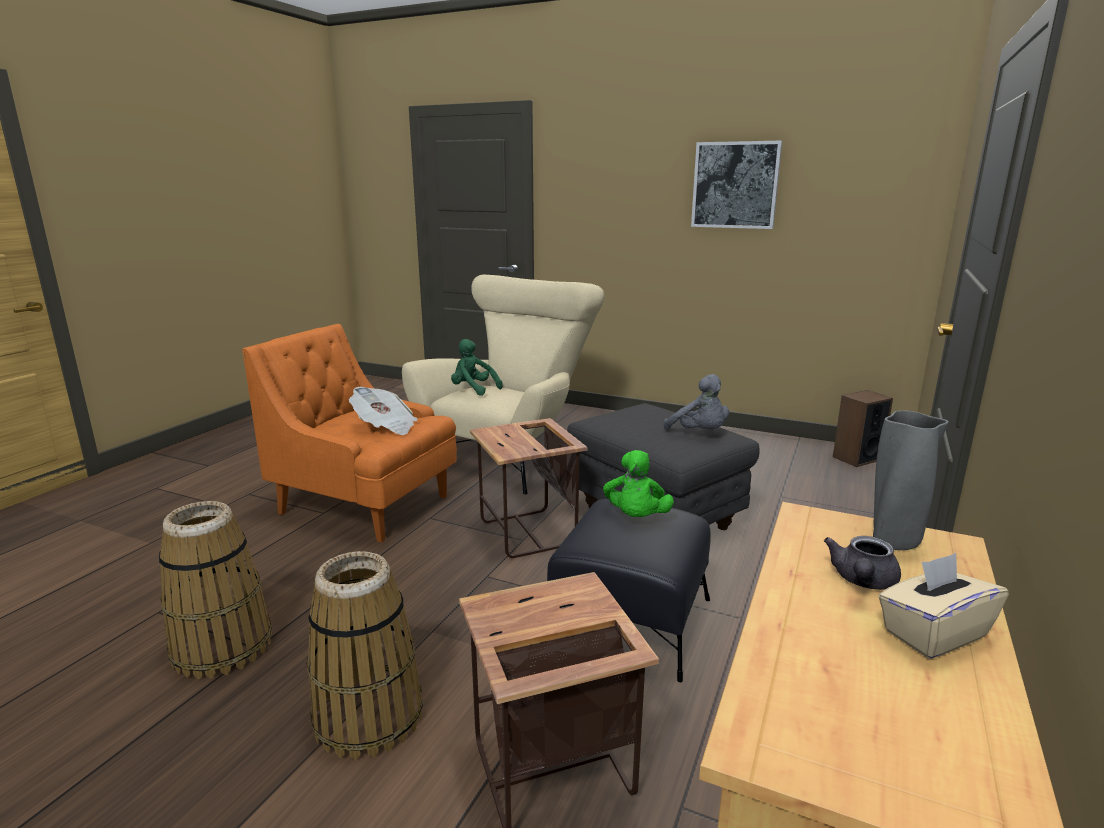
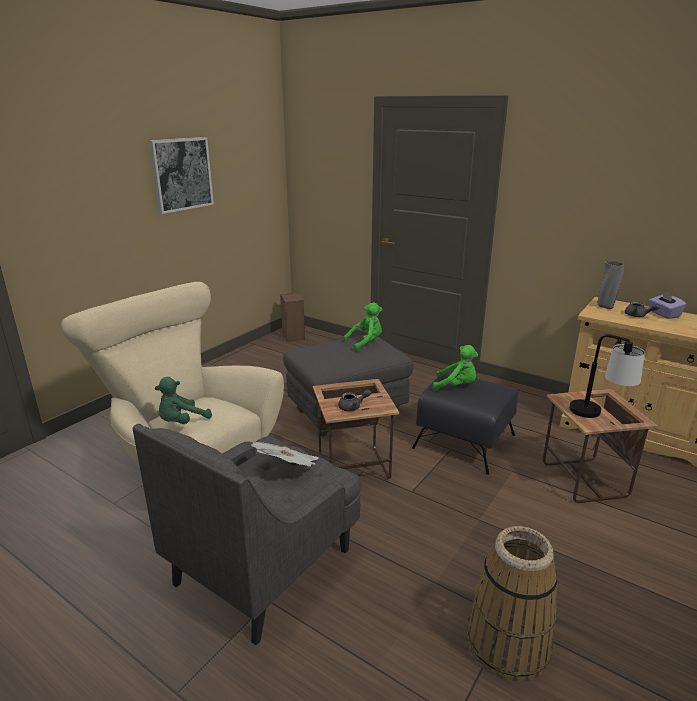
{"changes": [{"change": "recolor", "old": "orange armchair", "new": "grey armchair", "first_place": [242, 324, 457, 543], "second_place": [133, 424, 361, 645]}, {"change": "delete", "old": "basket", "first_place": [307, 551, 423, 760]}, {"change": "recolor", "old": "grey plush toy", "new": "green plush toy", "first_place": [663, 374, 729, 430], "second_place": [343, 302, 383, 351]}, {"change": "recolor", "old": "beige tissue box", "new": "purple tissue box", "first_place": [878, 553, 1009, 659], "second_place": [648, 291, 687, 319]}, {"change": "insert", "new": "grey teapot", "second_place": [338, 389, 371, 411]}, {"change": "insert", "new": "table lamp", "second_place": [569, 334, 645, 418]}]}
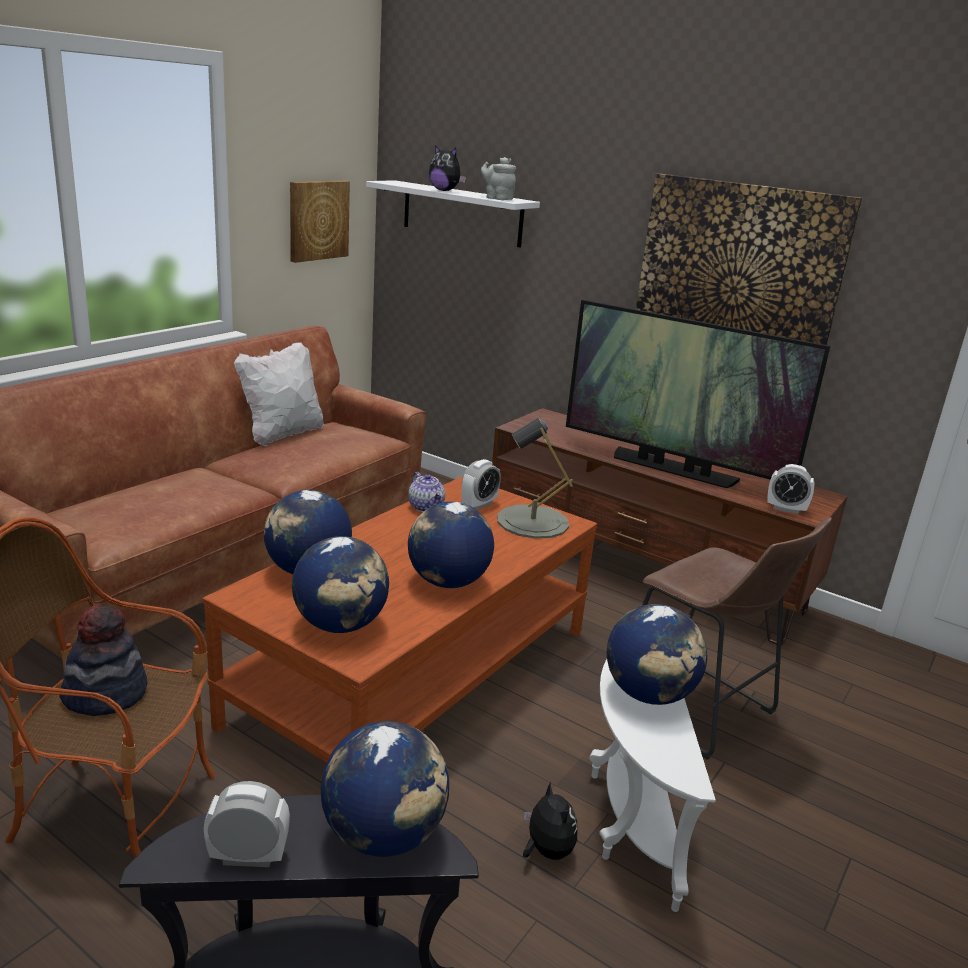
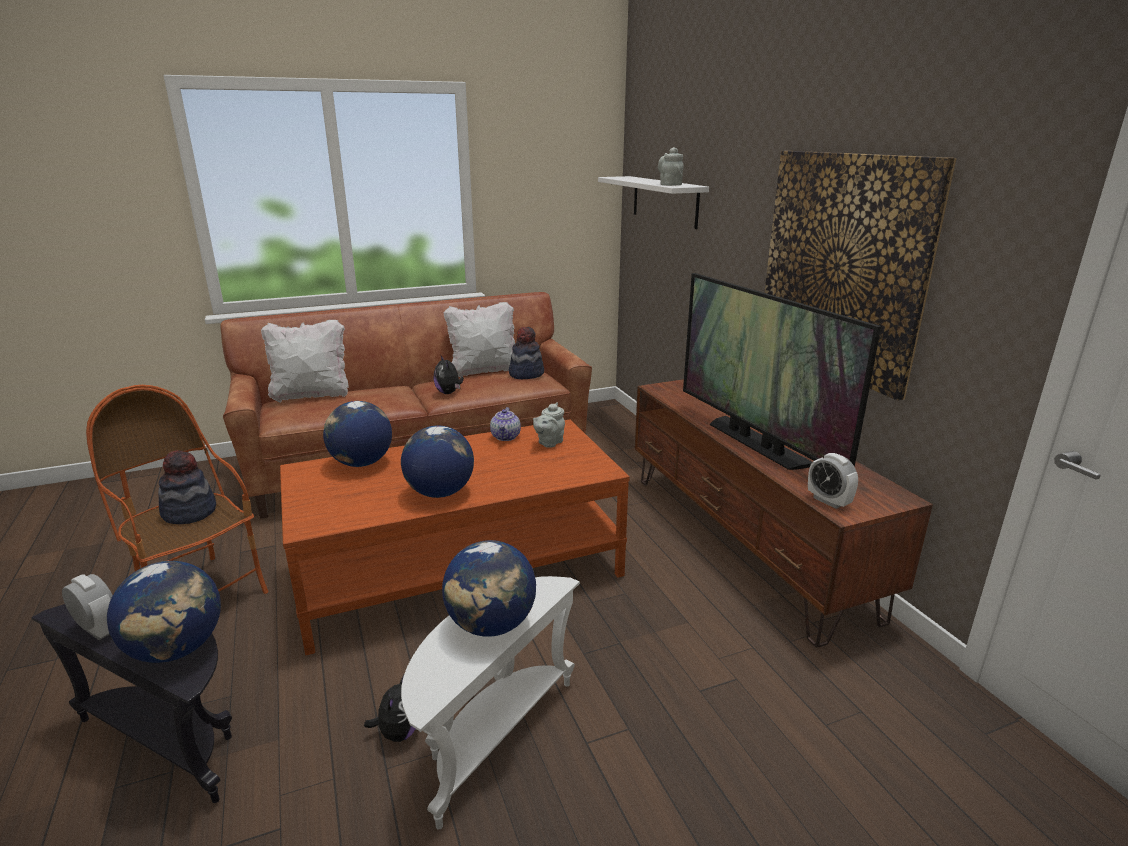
{"changes": [{"change": "delete", "old": "picture", "first_place": [290, 181, 350, 263]}, {"change": "delete", "old": "globe", "first_place": [292, 536, 389, 633]}, {"change": "move", "old": "plush toy", "first_place": [429, 145, 466, 191], "second_place": [433, 356, 464, 394]}, {"change": "replace", "old": "alarm clock", "new": "grey teapot", "first_place": [462, 459, 501, 510], "second_place": [533, 402, 565, 448]}, {"change": "delete", "old": "grey table lamp", "first_place": [497, 418, 573, 539]}, {"change": "delete", "old": "brown stool", "first_place": [642, 517, 832, 760]}, {"change": "insert", "new": "white pillow", "second_place": [261, 320, 349, 403]}, {"change": "insert", "new": "hat", "second_place": [509, 327, 544, 379]}]}
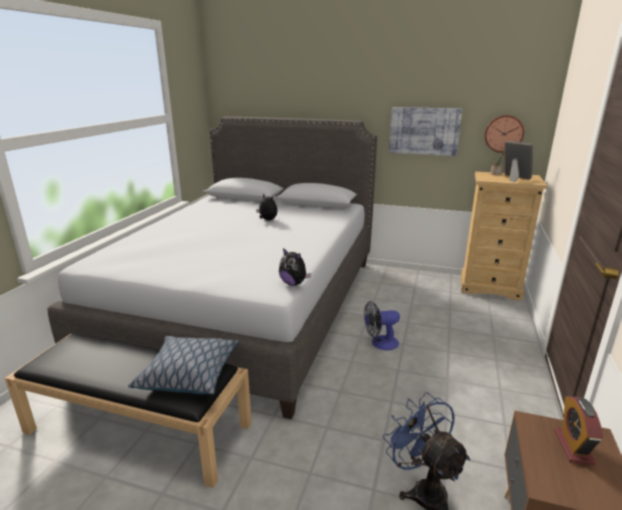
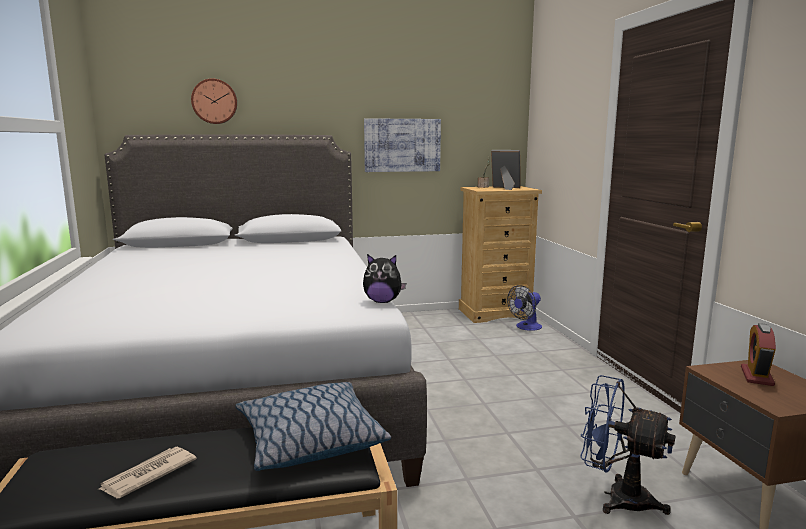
{"changes": [{"change": "delete", "old": "plush toy", "first_place": [256, 193, 277, 220]}, {"change": "move", "old": "fan", "first_place": [364, 301, 400, 350], "second_place": [507, 285, 542, 331]}, {"change": "move", "old": "wall clock", "first_place": [485, 115, 524, 153], "second_place": [191, 78, 237, 124]}, {"change": "rotate", "old": "alarm clock", "first_place": [554, 396, 603, 465], "second_place": [741, 323, 776, 386], "degrees": 45}, {"change": "insert", "new": "newspaper", "second_place": [99, 447, 197, 498]}]}
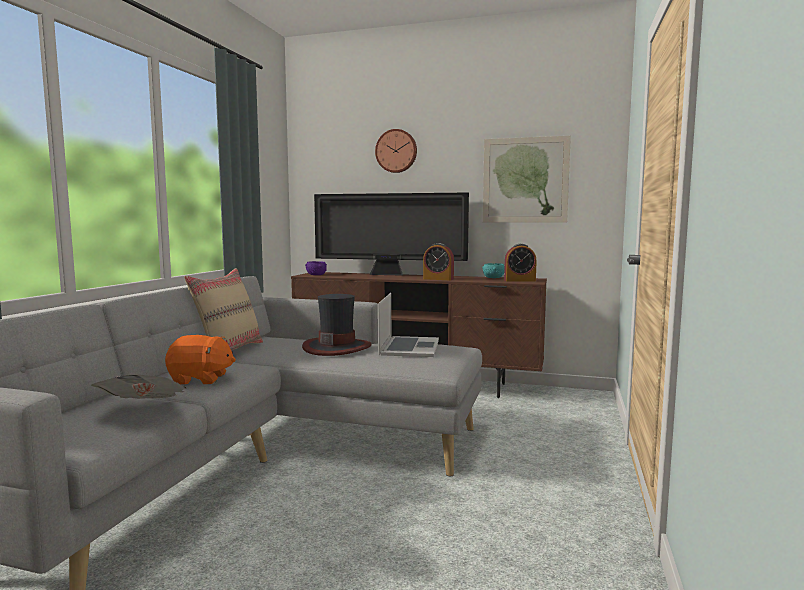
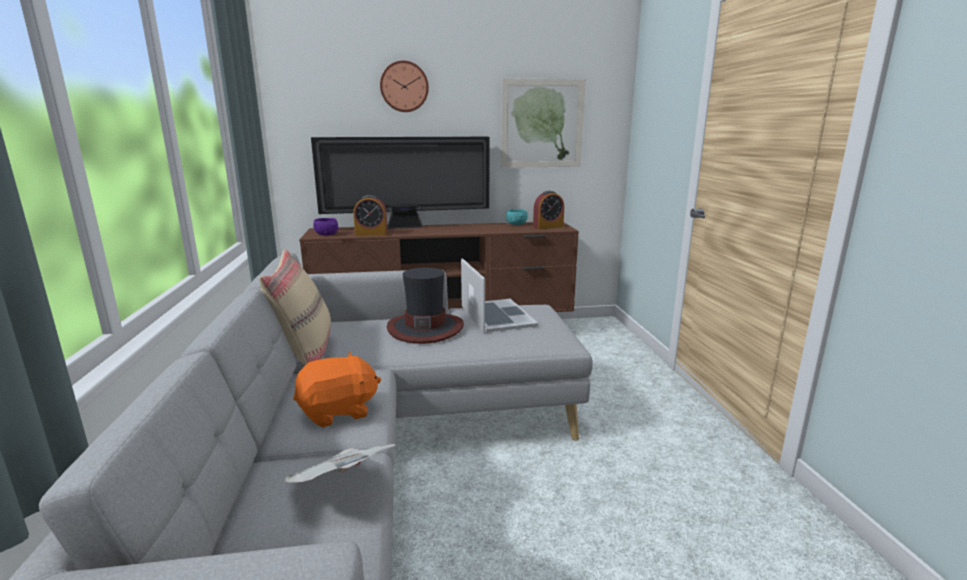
{"changes": [{"change": "move", "old": "alarm clock", "first_place": [423, 243, 454, 280], "second_place": [353, 195, 388, 236]}]}
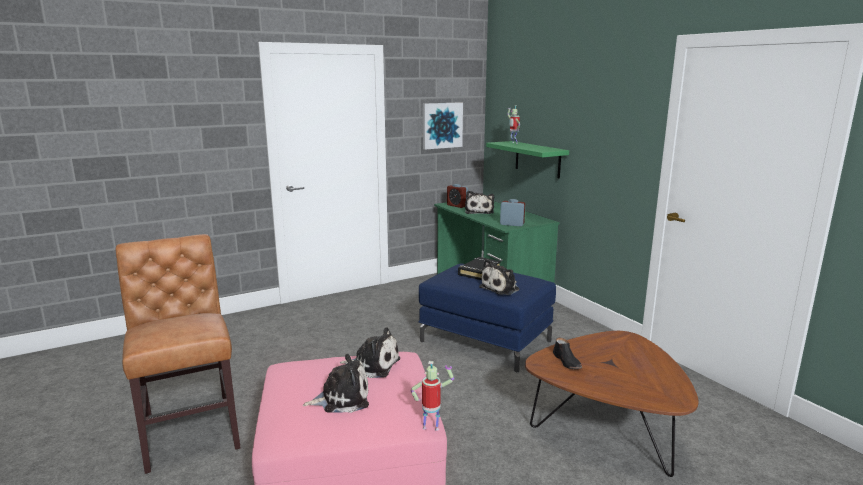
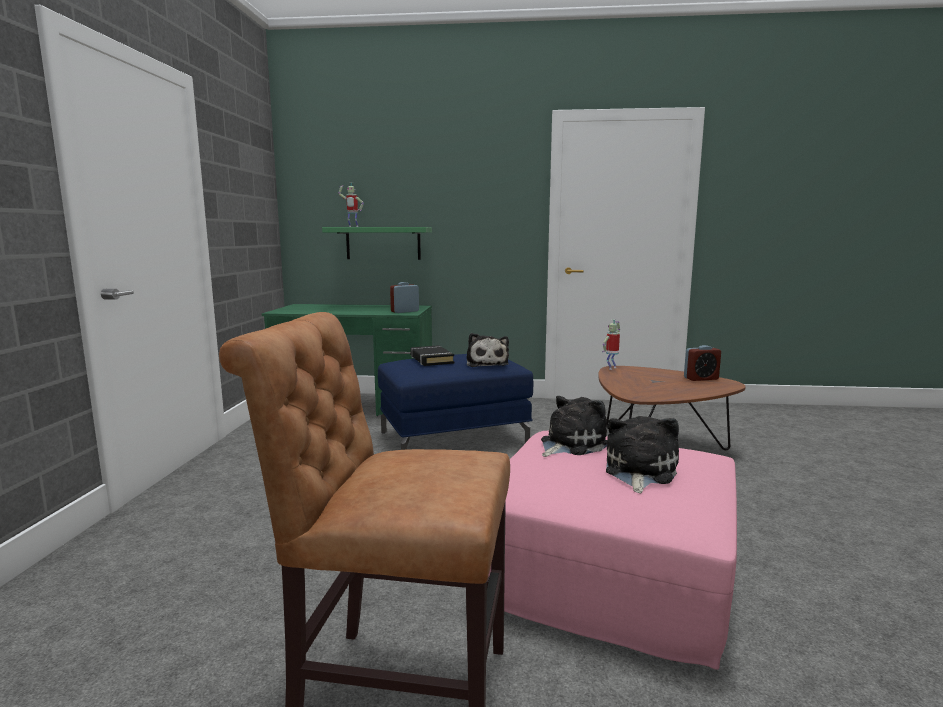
{"changes": [{"change": "move", "old": "toy robot", "first_place": [410, 361, 454, 431], "second_place": [602, 319, 620, 370]}, {"change": "delete", "old": "picture", "first_place": [423, 102, 463, 150]}, {"change": "move", "old": "alarm clock", "first_place": [447, 184, 468, 208], "second_place": [684, 345, 721, 381]}, {"change": "delete", "old": "plush toy", "first_place": [465, 191, 494, 214]}, {"change": "delete", "old": "black shoe", "first_place": [553, 338, 582, 369]}]}
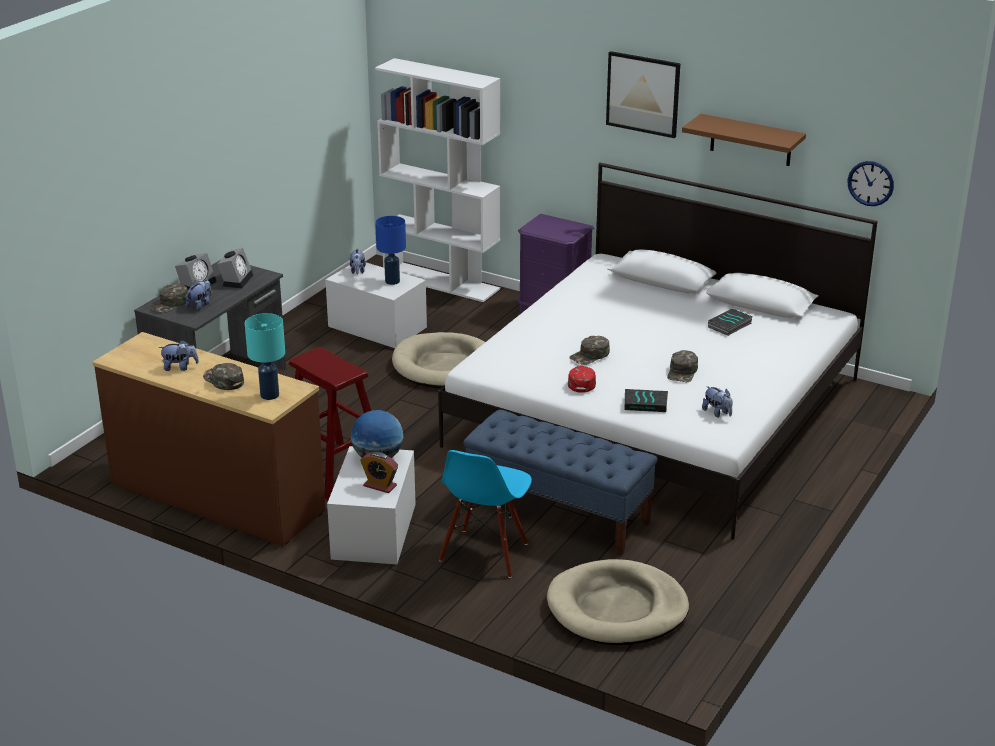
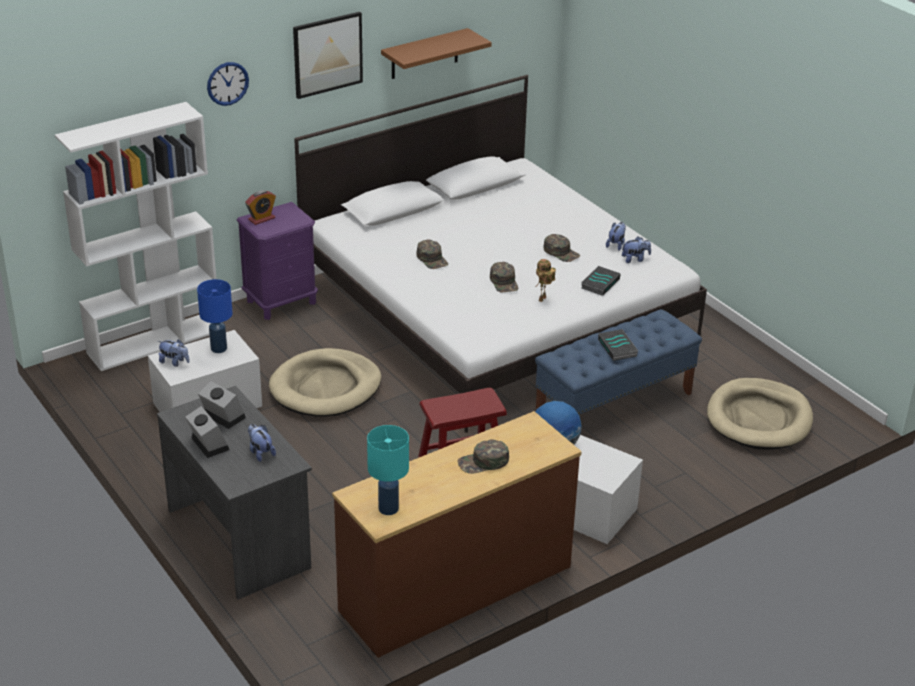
{"changes": [{"change": "move", "old": "green cap", "first_place": [150, 284, 188, 313], "second_place": [416, 240, 448, 269]}, {"change": "move", "old": "plush toy", "first_place": [158, 340, 199, 371], "second_place": [606, 222, 626, 251]}, {"change": "move", "old": "turquoise table lamp", "first_place": [245, 313, 285, 400], "second_place": [367, 425, 409, 515]}, {"change": "move", "old": "alarm clock", "first_place": [360, 452, 398, 493], "second_place": [245, 190, 276, 225]}, {"change": "delete", "old": "blue chair", "first_place": [439, 450, 532, 578]}, {"change": "replace", "old": "red cap", "new": "toy robot", "first_place": [568, 366, 596, 393], "second_place": [536, 259, 556, 302]}, {"change": "move", "old": "book", "first_place": [708, 308, 752, 336], "second_place": [598, 329, 638, 361]}, {"change": "move", "old": "wall clock", "first_place": [847, 161, 894, 206], "second_place": [207, 62, 249, 106]}]}
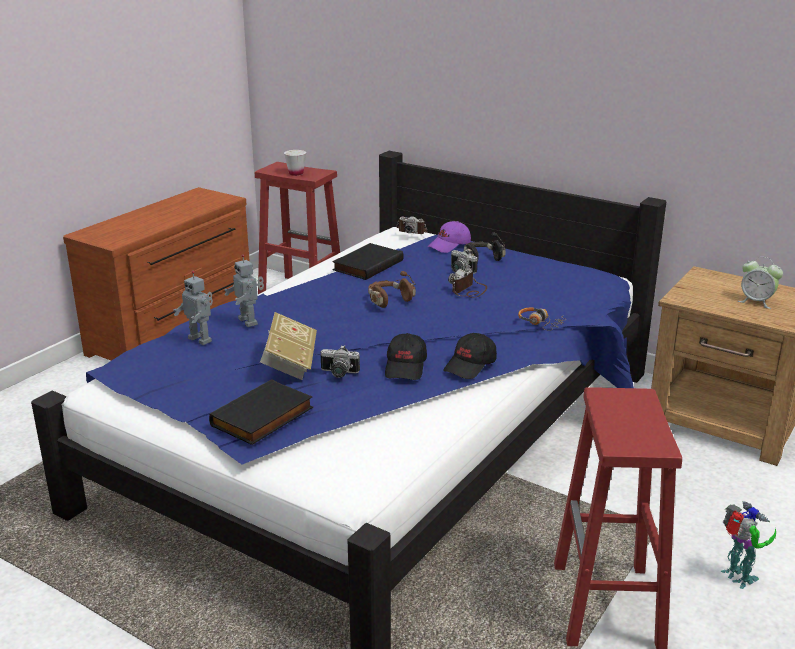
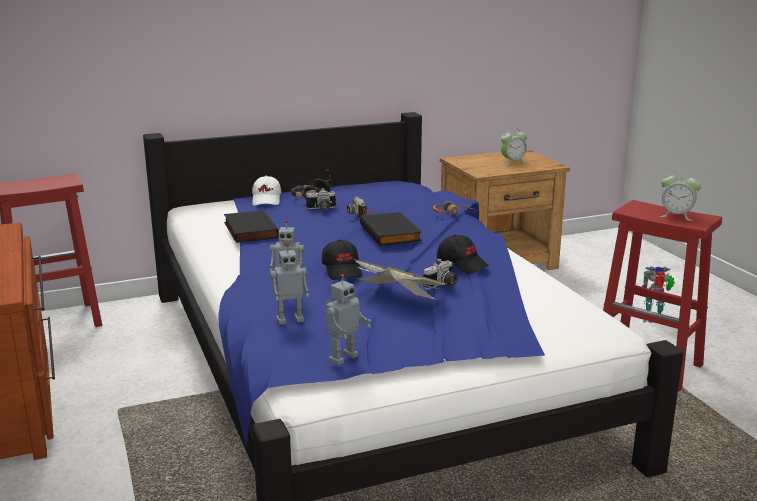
{"changes": [{"change": "move", "old": "black book", "first_place": [209, 379, 313, 445], "second_place": [360, 212, 422, 246]}, {"change": "delete", "old": "white cup", "first_place": [284, 150, 306, 176]}, {"change": "delete", "old": "brown headphones", "first_place": [368, 271, 416, 308]}, {"change": "delete", "old": "photo camera", "first_place": [396, 216, 427, 234]}, {"change": "recolor", "old": "purple cap", "new": "white cap", "first_place": [428, 221, 471, 253], "second_place": [252, 176, 281, 206]}, {"change": "move", "old": "black cap", "first_place": [443, 333, 497, 379], "second_place": [322, 239, 362, 280]}, {"change": "insert", "new": "toy robot", "second_place": [325, 274, 371, 366]}, {"change": "insert", "new": "alarm clock", "second_place": [659, 170, 701, 221]}]}
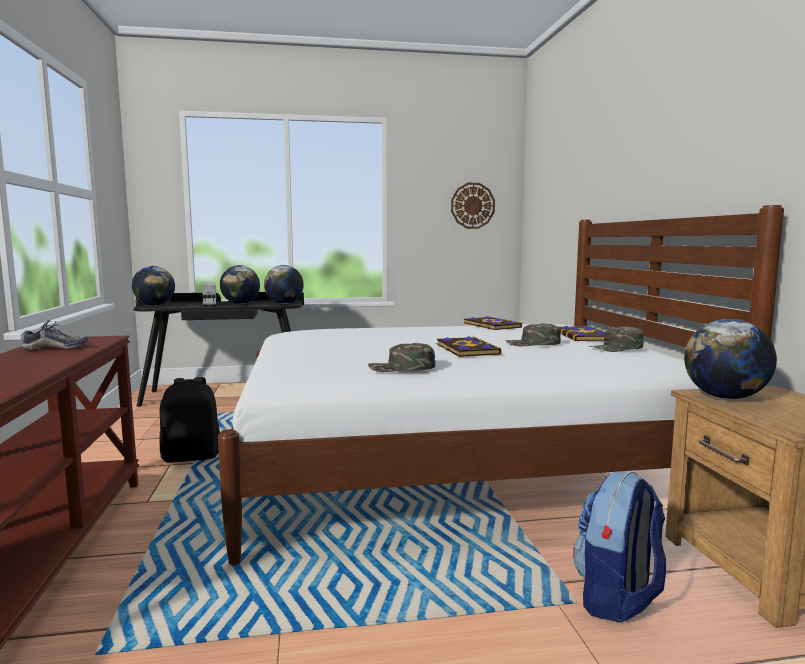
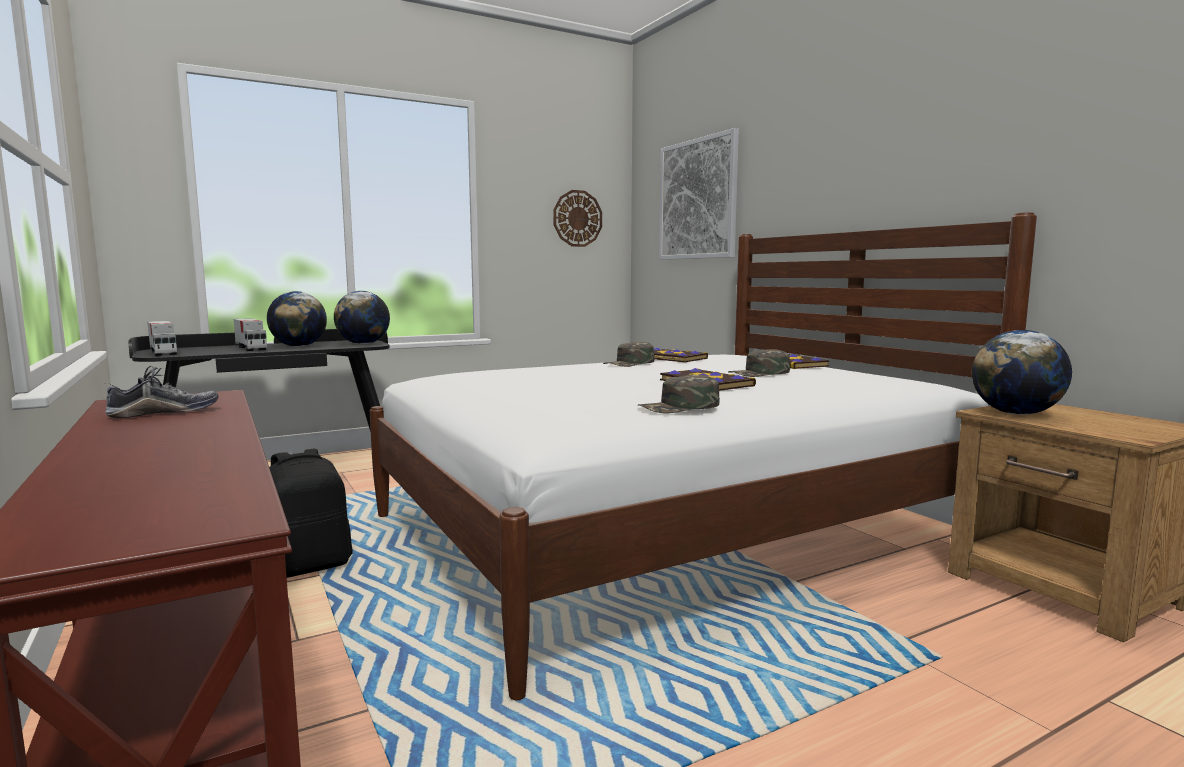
{"changes": [{"change": "replace", "old": "globe", "new": "toy truck", "first_place": [132, 266, 175, 306], "second_place": [148, 321, 177, 356]}, {"change": "delete", "old": "backpack", "first_place": [573, 471, 666, 622]}, {"change": "move", "old": "green cap", "first_place": [589, 327, 643, 352], "second_place": [603, 342, 654, 367]}, {"change": "insert", "new": "picture", "second_place": [659, 128, 739, 260]}]}
